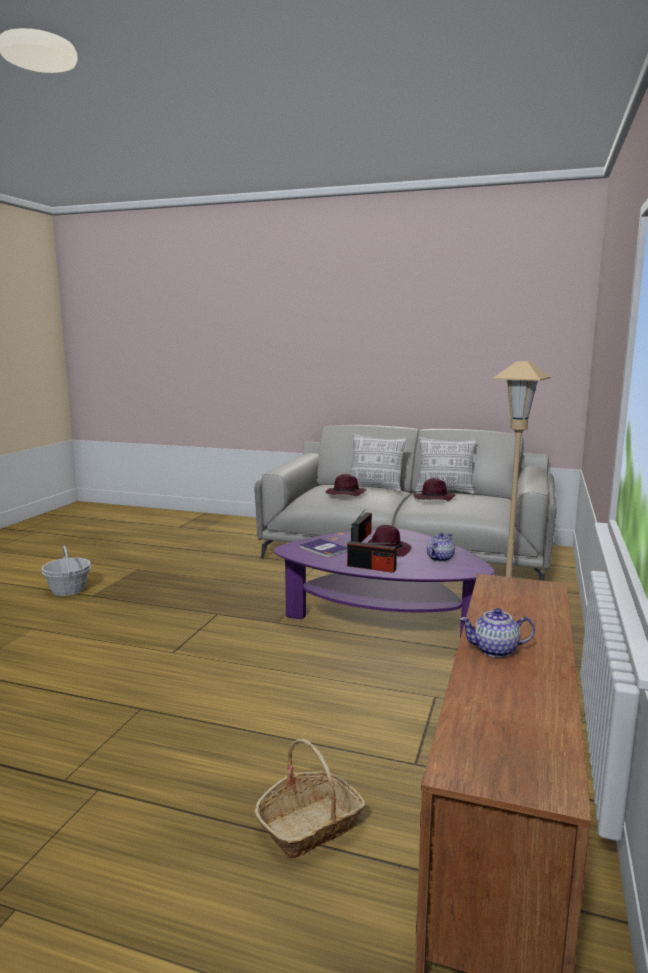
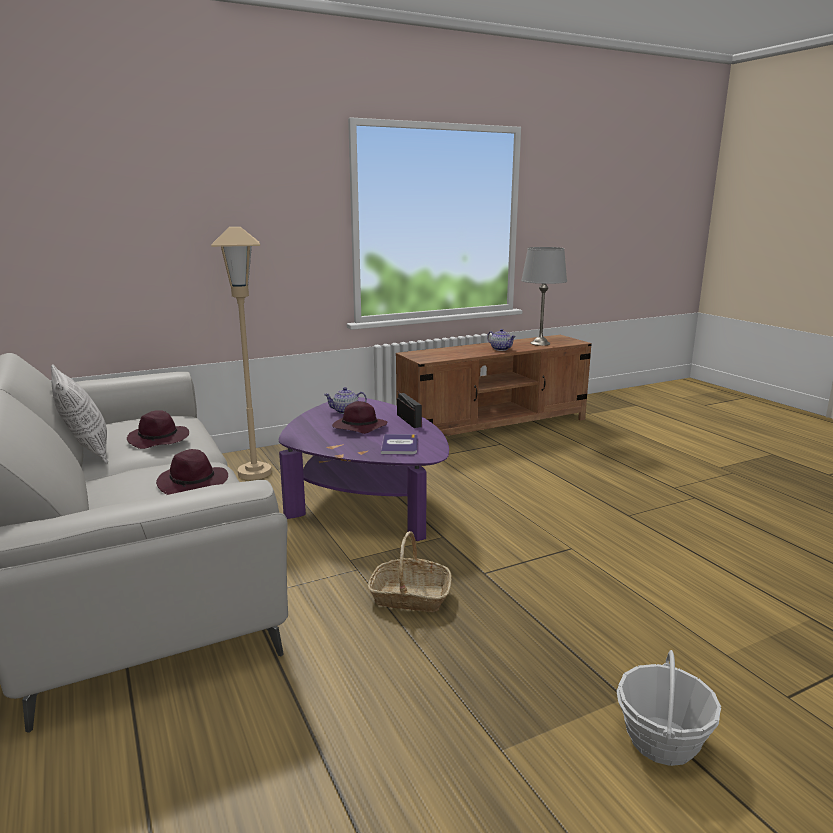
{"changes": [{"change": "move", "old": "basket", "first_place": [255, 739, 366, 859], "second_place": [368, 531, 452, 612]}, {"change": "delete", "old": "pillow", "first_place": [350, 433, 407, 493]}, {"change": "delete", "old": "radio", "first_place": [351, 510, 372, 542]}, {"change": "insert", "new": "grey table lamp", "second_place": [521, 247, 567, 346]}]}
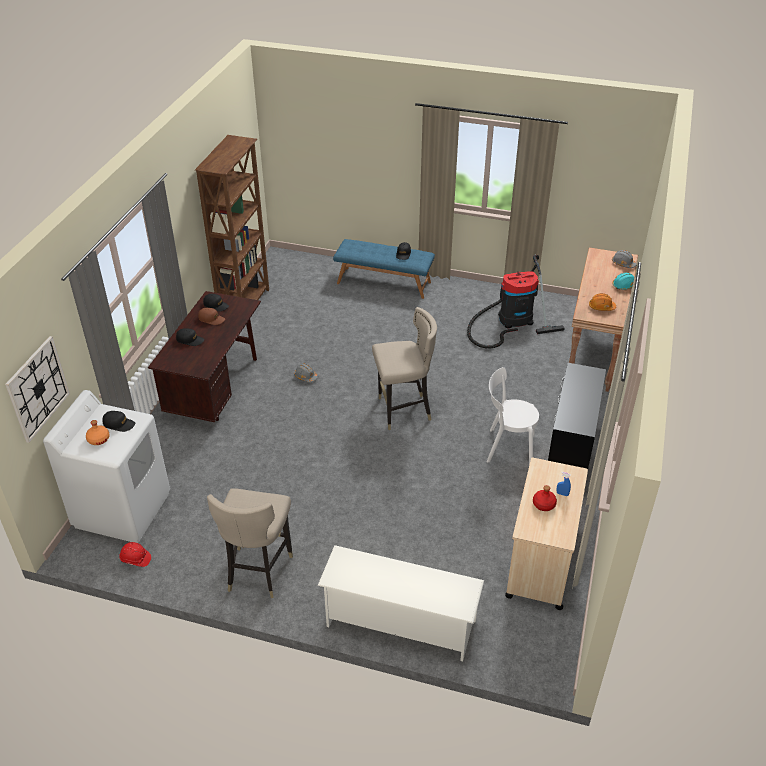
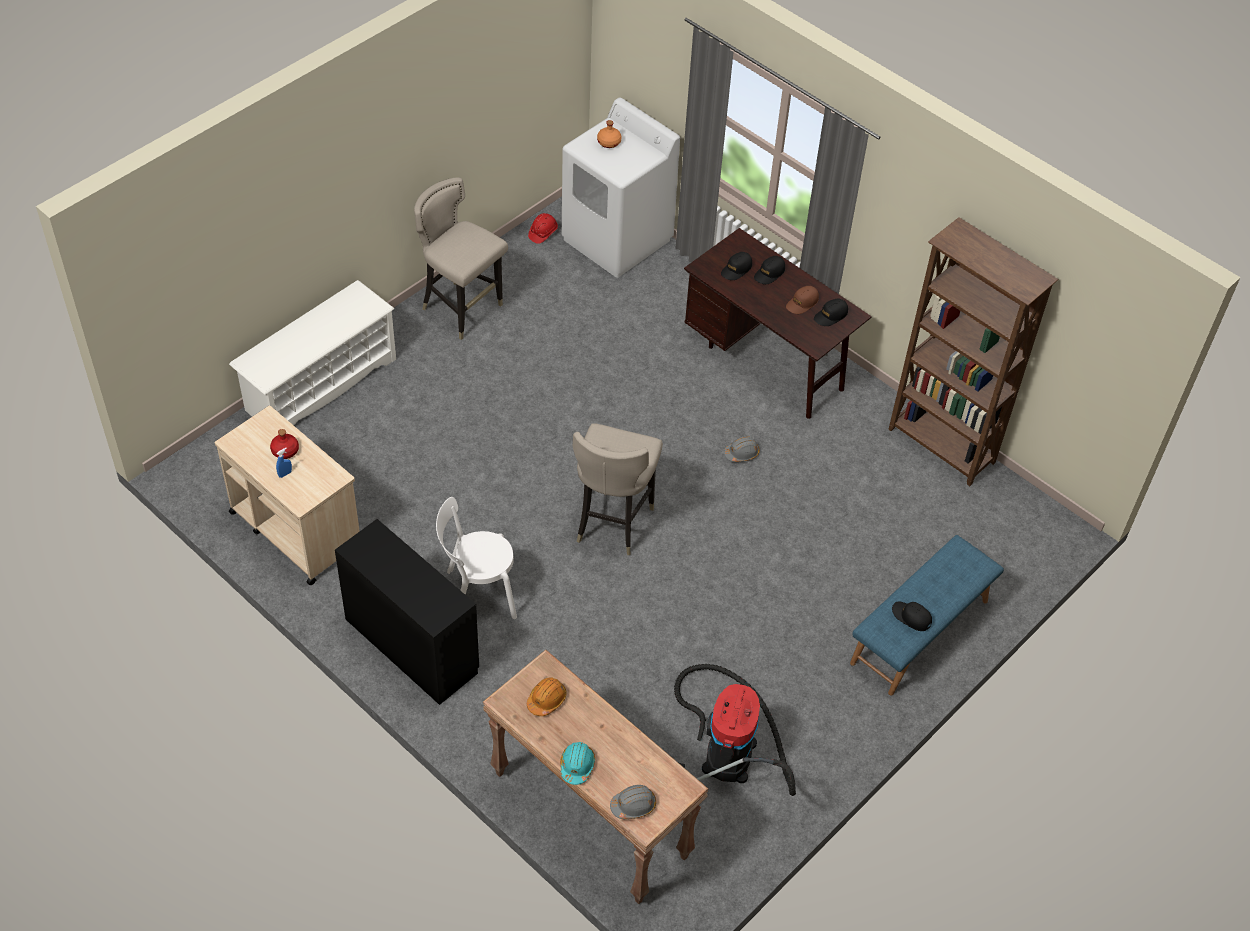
{"changes": [{"change": "delete", "old": "wall clock", "first_place": [5, 336, 70, 443]}, {"change": "move", "old": "black cap", "first_place": [102, 411, 135, 432], "second_place": [721, 252, 752, 280]}, {"change": "rotate", "old": "white chair", "first_place": [486, 367, 539, 465], "second_place": [436, 497, 517, 619], "degrees": -135}]}
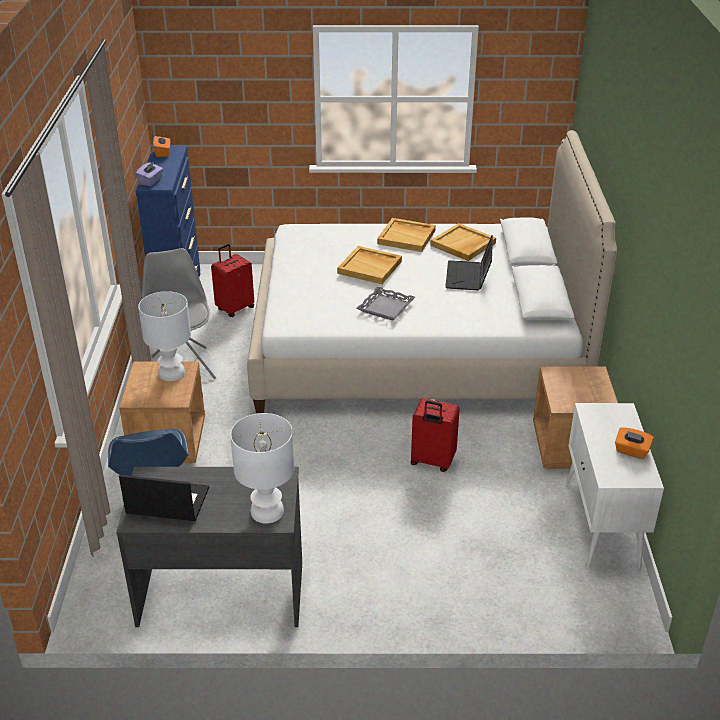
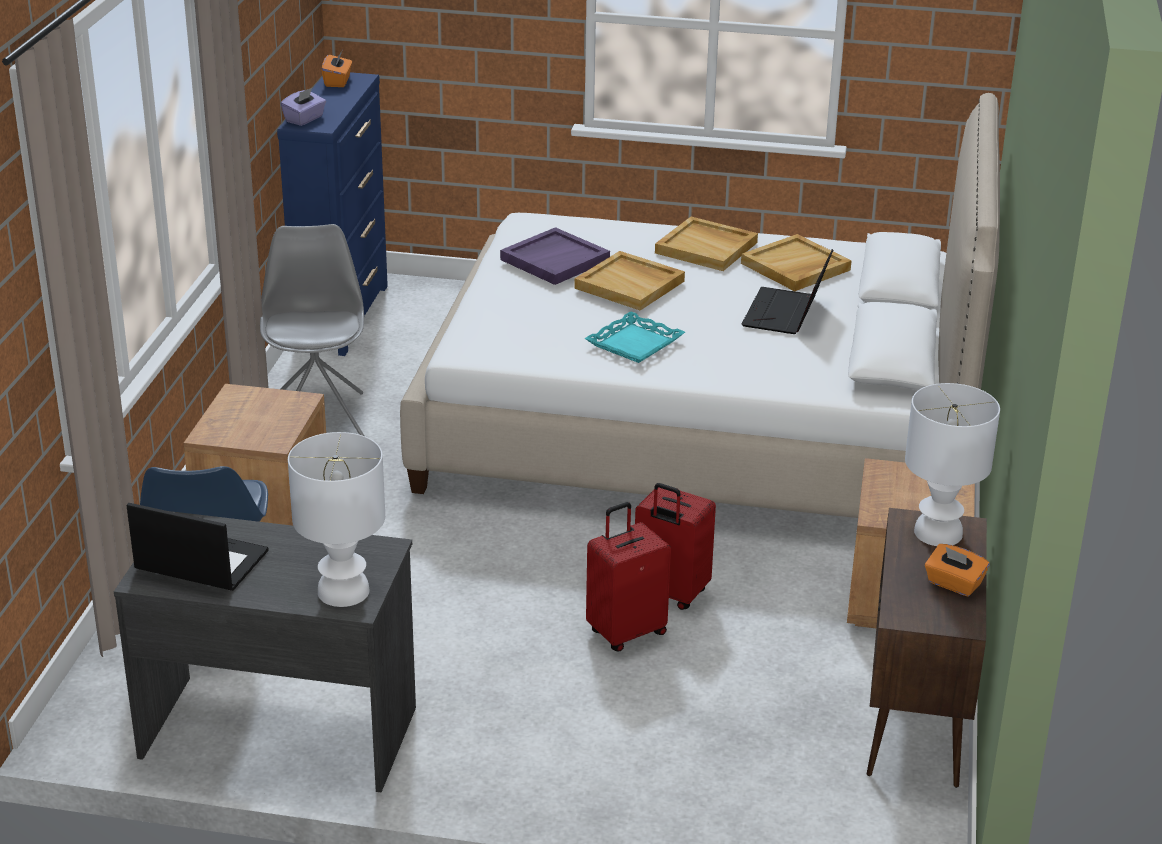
{"changes": [{"change": "move", "old": "white table lamp", "first_place": [138, 291, 191, 381], "second_place": [905, 383, 1000, 546]}, {"change": "move", "old": "red suitcase", "first_place": [211, 244, 254, 317], "second_place": [586, 502, 671, 652]}, {"change": "recolor", "old": "grey tray", "new": "turquoise tray", "first_place": [357, 287, 415, 321], "second_place": [584, 311, 685, 363]}, {"change": "recolor", "old": "white cabinet", "new": "brown cabinet", "first_place": [566, 403, 664, 570], "second_place": [867, 508, 987, 788]}, {"change": "insert", "new": "purple tray", "second_place": [500, 227, 610, 285]}]}
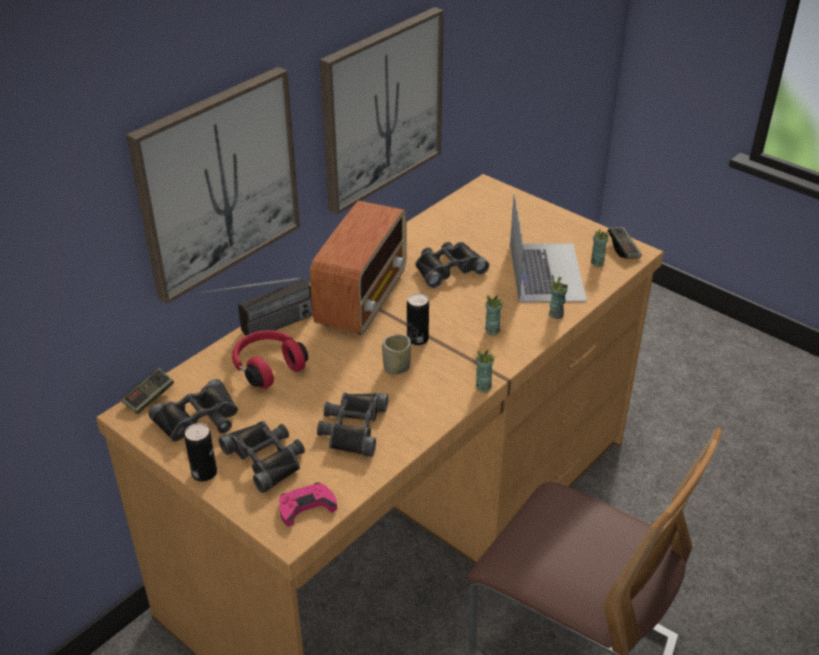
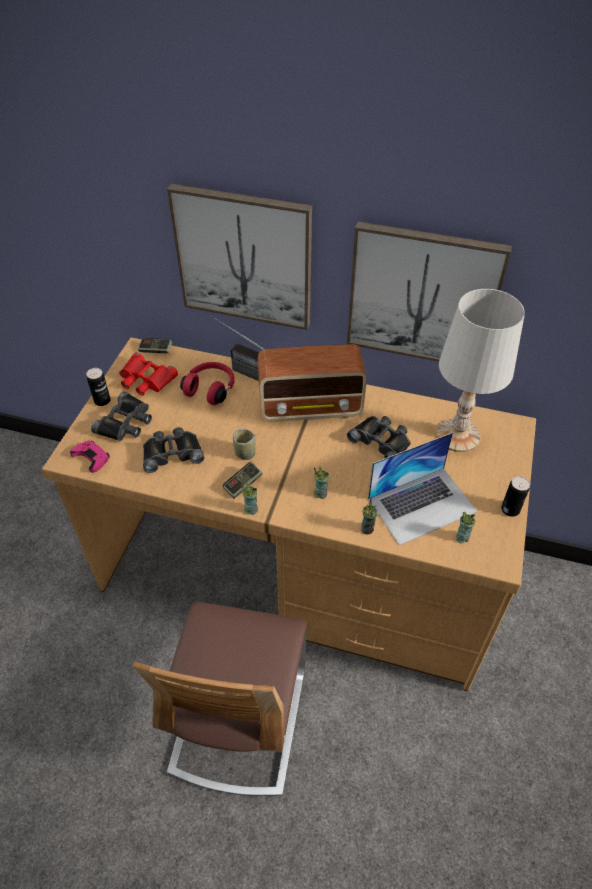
{"changes": [{"change": "recolor", "old": "black binoculars", "new": "red binoculars", "first_place": [149, 379, 238, 442], "second_place": [119, 352, 178, 396]}, {"change": "move", "old": "can", "first_place": [407, 293, 429, 345], "second_place": [501, 476, 530, 517]}, {"change": "move", "old": "game controller", "first_place": [607, 227, 642, 259], "second_place": [223, 462, 262, 499]}, {"change": "insert", "new": "white table lamp", "second_place": [437, 289, 525, 452]}]}
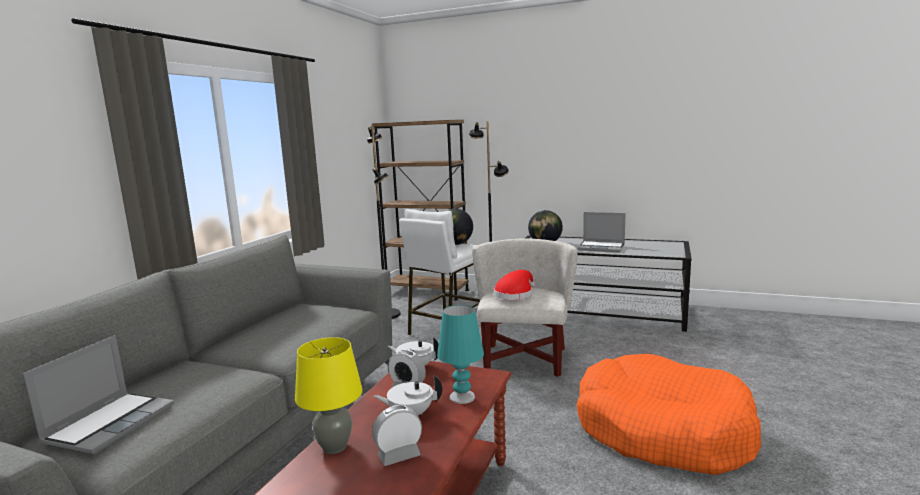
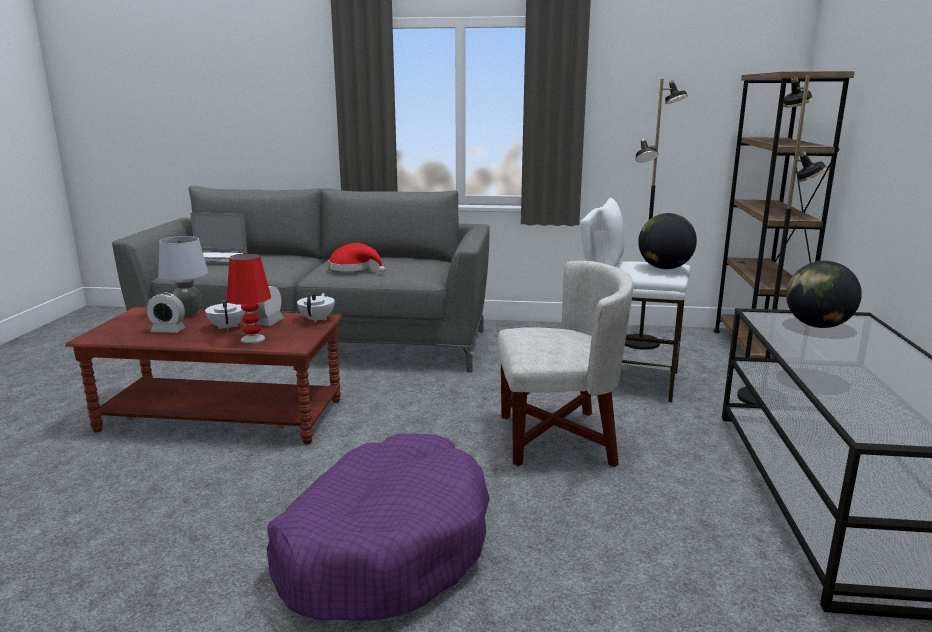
{"changes": [{"change": "recolor", "old": "yellow table lamp", "new": "grey table lamp", "first_place": [295, 337, 362, 454], "second_place": [158, 236, 208, 317]}, {"change": "rotate", "old": "alarm clock", "first_place": [372, 405, 422, 466], "second_place": [146, 292, 185, 333], "degrees": 135}, {"change": "recolor", "old": "turquoise table lamp", "new": "red table lamp", "first_place": [437, 305, 484, 404], "second_place": [226, 253, 271, 343]}, {"change": "move", "old": "red hat", "first_place": [494, 270, 535, 300], "second_place": [328, 243, 385, 272]}, {"change": "delete", "old": "laptop", "first_place": [577, 212, 626, 253]}, {"change": "recolor", "old": "orange dog bed", "new": "purple dog bed", "first_place": [577, 354, 761, 475], "second_place": [267, 433, 490, 621]}]}
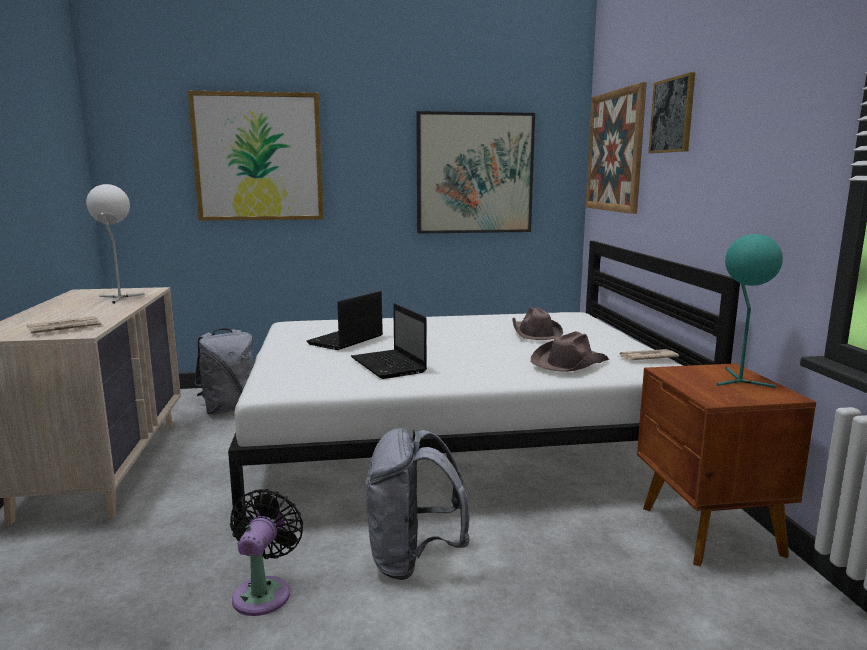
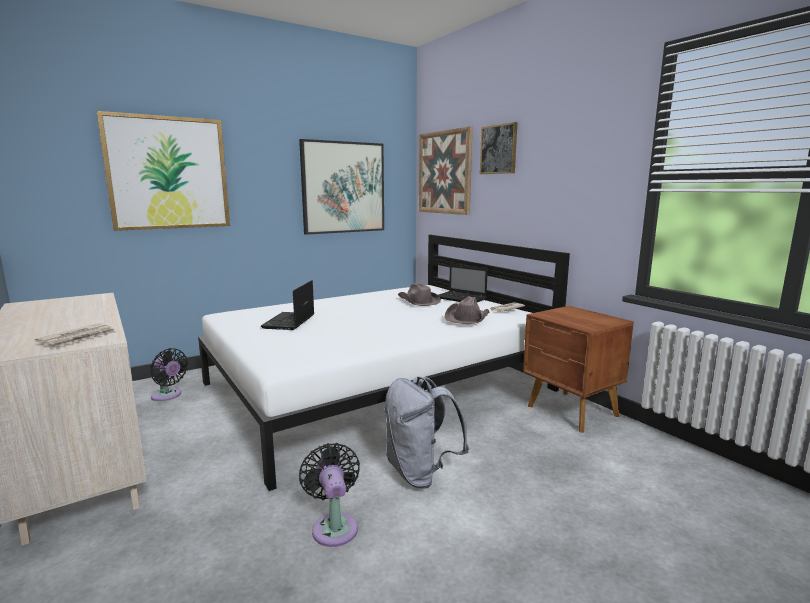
{"changes": [{"change": "delete", "old": "white table lamp", "first_place": [86, 184, 145, 304]}, {"change": "replace", "old": "grey backpack", "new": "black fan", "first_place": [194, 328, 254, 415], "second_place": [150, 348, 188, 401]}, {"change": "move", "old": "laptop", "first_place": [351, 303, 427, 379], "second_place": [438, 264, 488, 302]}, {"change": "delete", "old": "turquoise table lamp", "first_place": [716, 234, 783, 388]}]}
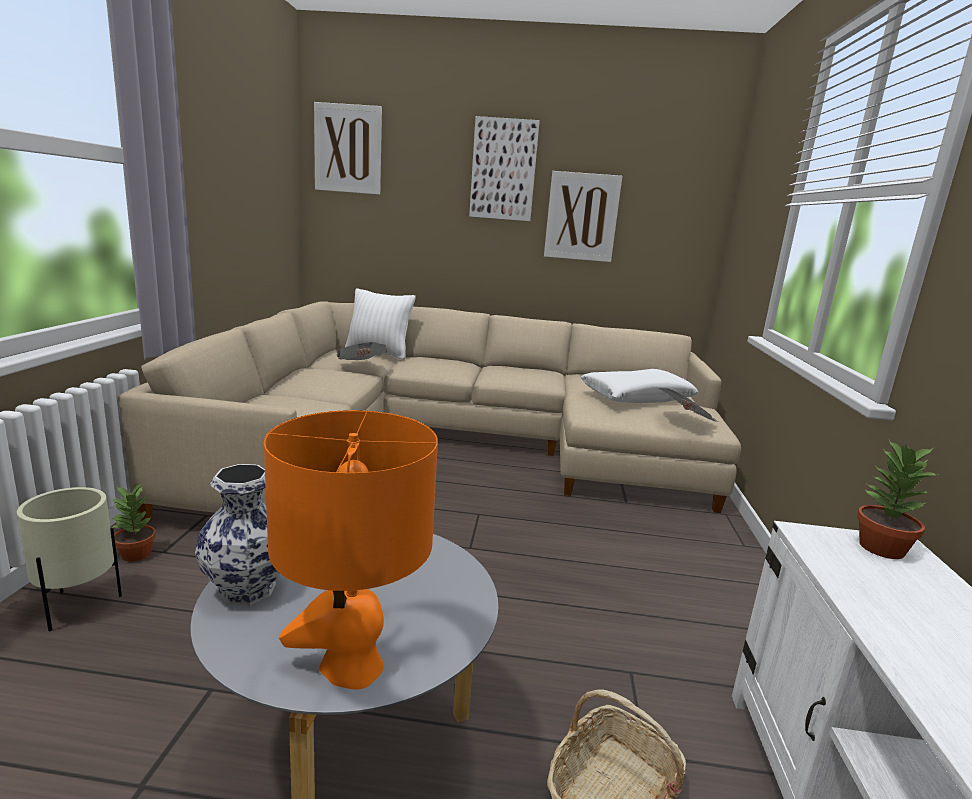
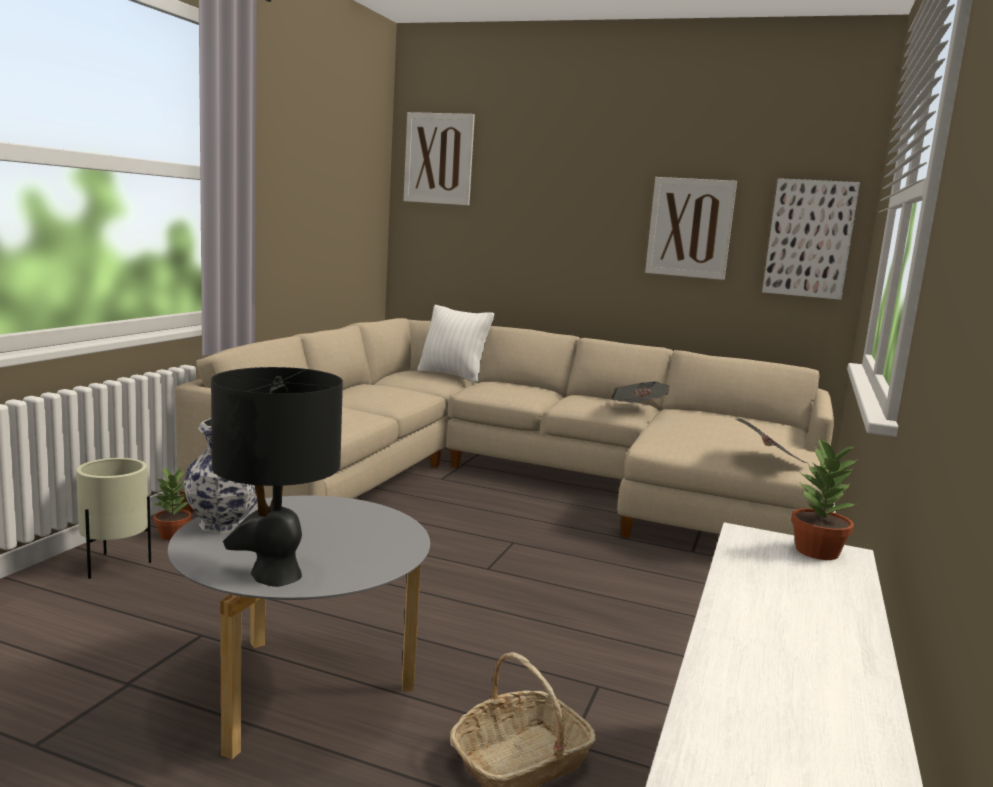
{"changes": [{"change": "recolor", "old": "orange table lamp", "new": "black table lamp", "first_place": [264, 410, 438, 690], "second_place": [211, 367, 343, 587]}, {"change": "move", "old": "newspaper", "first_place": [337, 342, 388, 360], "second_place": [611, 382, 670, 402]}, {"change": "move", "old": "picture", "first_place": [469, 116, 540, 221], "second_place": [762, 178, 860, 300]}, {"change": "delete", "old": "white pillow", "first_place": [581, 369, 698, 403]}]}
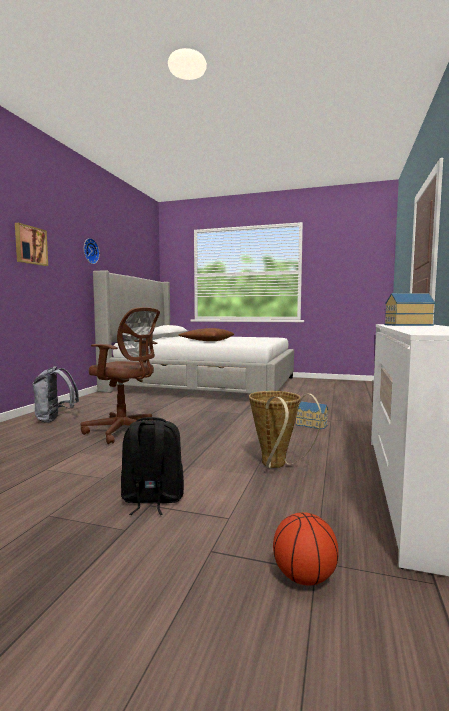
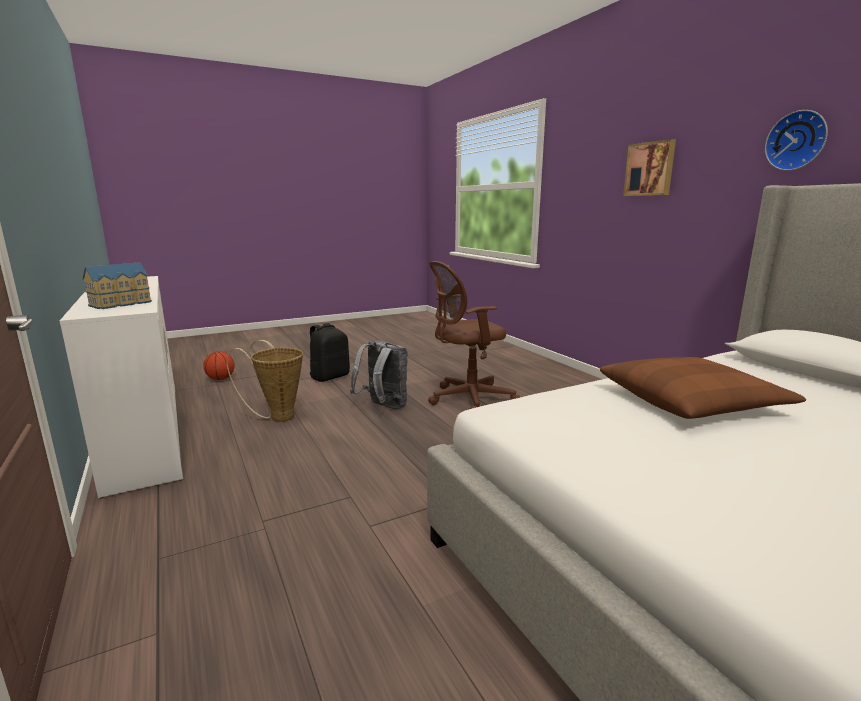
{"changes": [{"change": "move", "old": "grey backpack", "first_place": [32, 366, 79, 423], "second_place": [350, 340, 408, 409]}, {"change": "delete", "old": "toy house", "first_place": [296, 402, 328, 429]}]}
